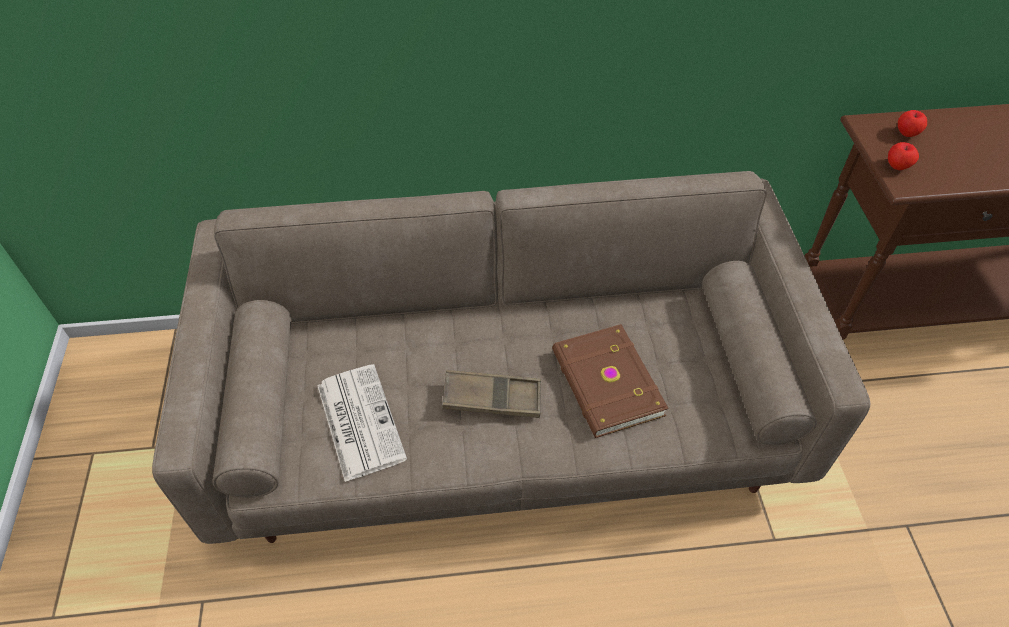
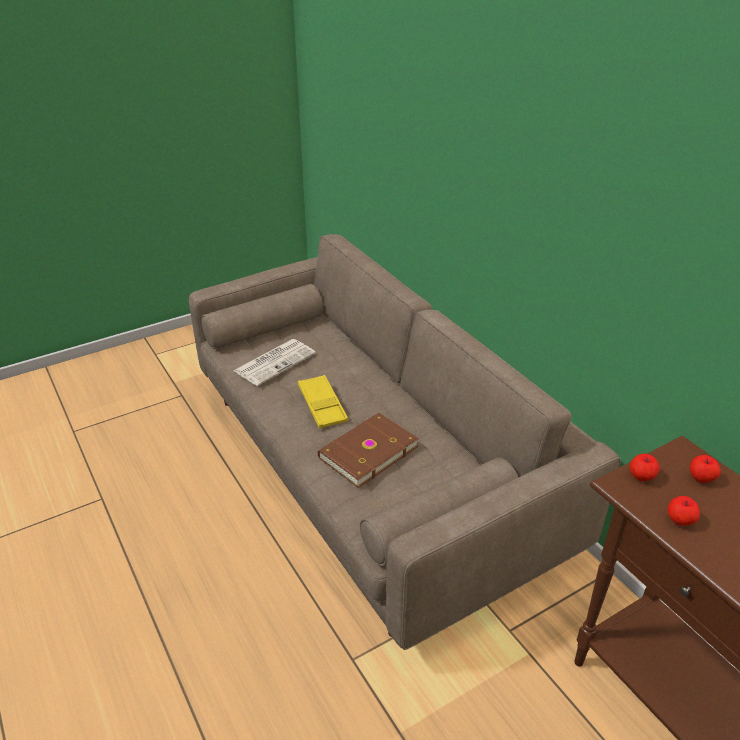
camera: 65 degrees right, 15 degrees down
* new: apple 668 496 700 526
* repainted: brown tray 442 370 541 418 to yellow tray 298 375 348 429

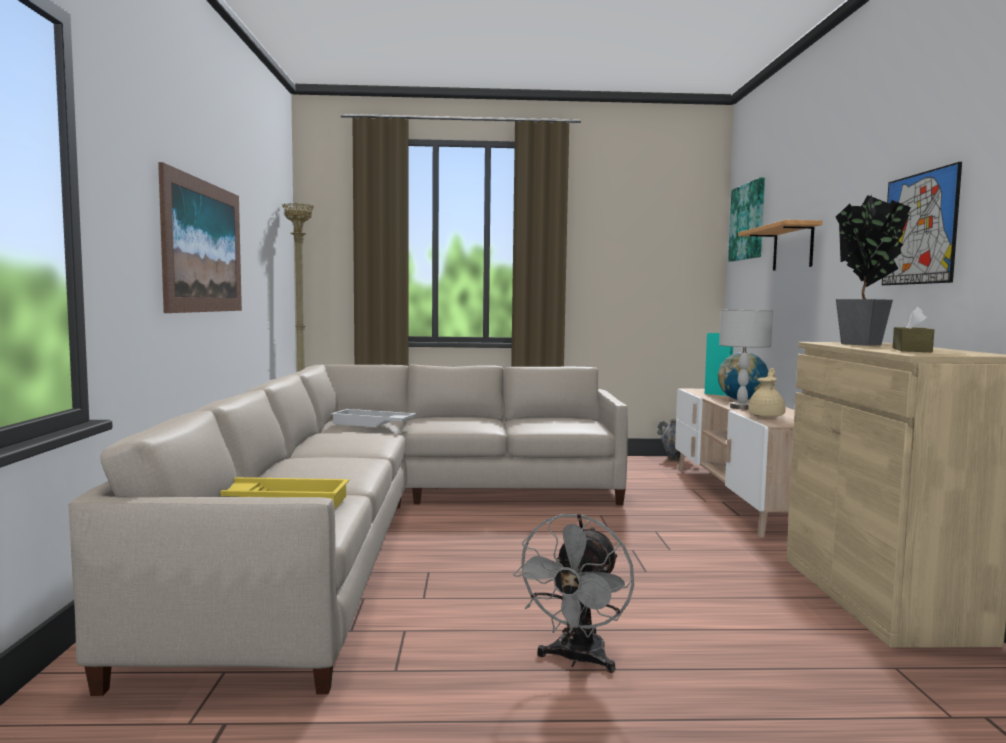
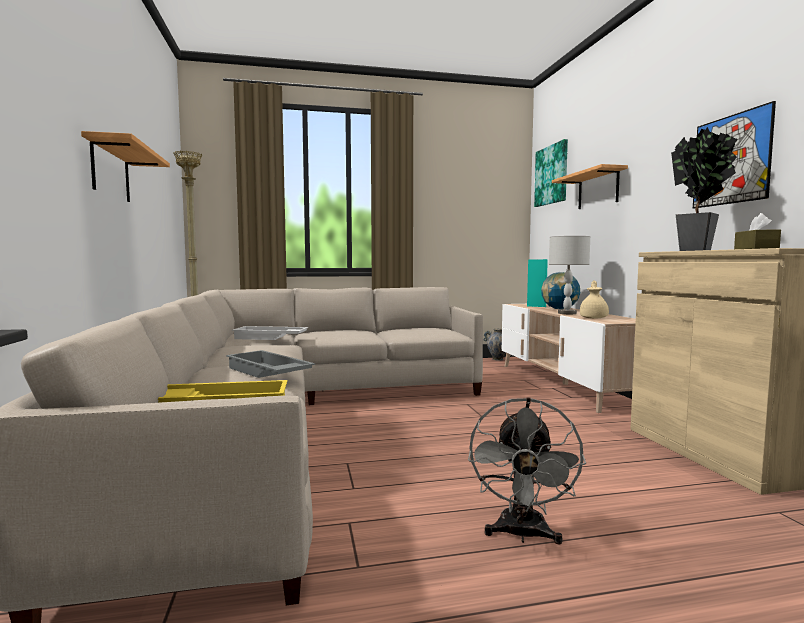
camera: 10 degrees left, 0 degrees up
* new: grey tray 226 350 315 378
* swapped: picture 158 162 242 313 to shelf 81 131 170 202

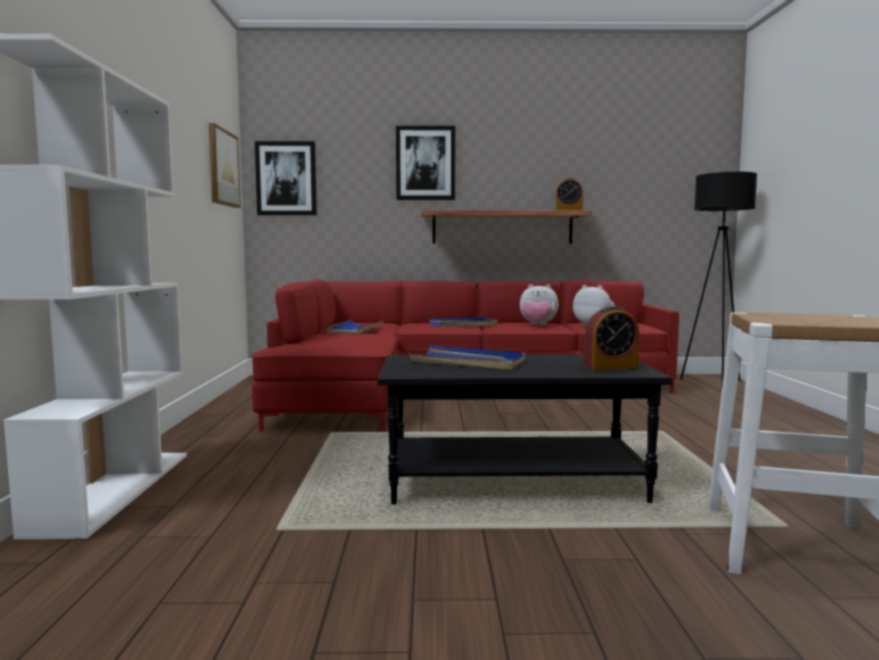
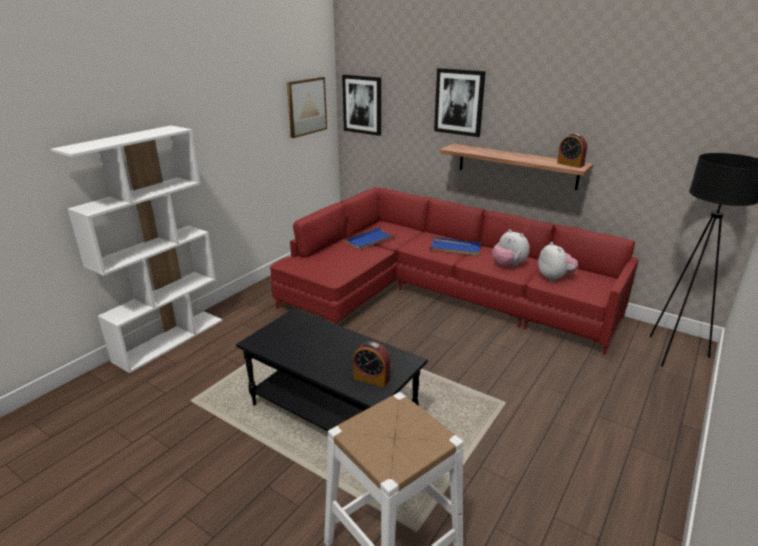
camera: 35 degrees right, 20 degrees up
* gone: blue tray 407 345 525 370

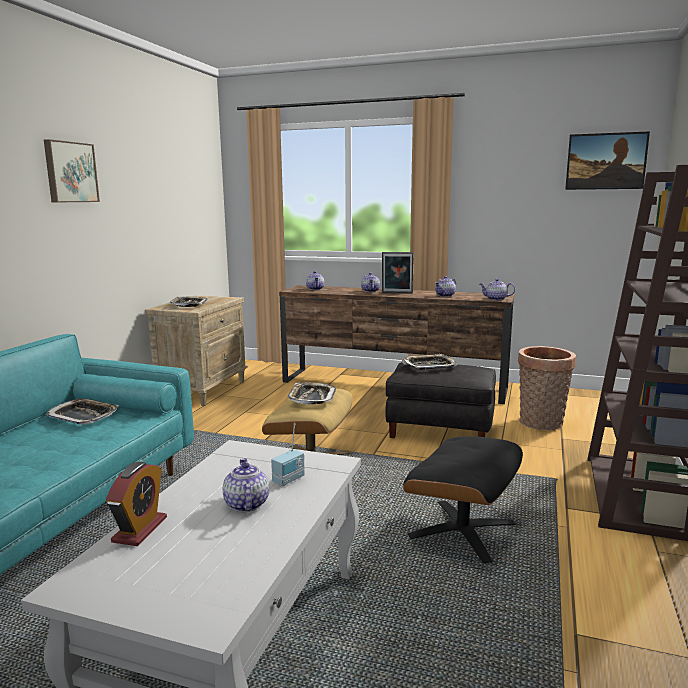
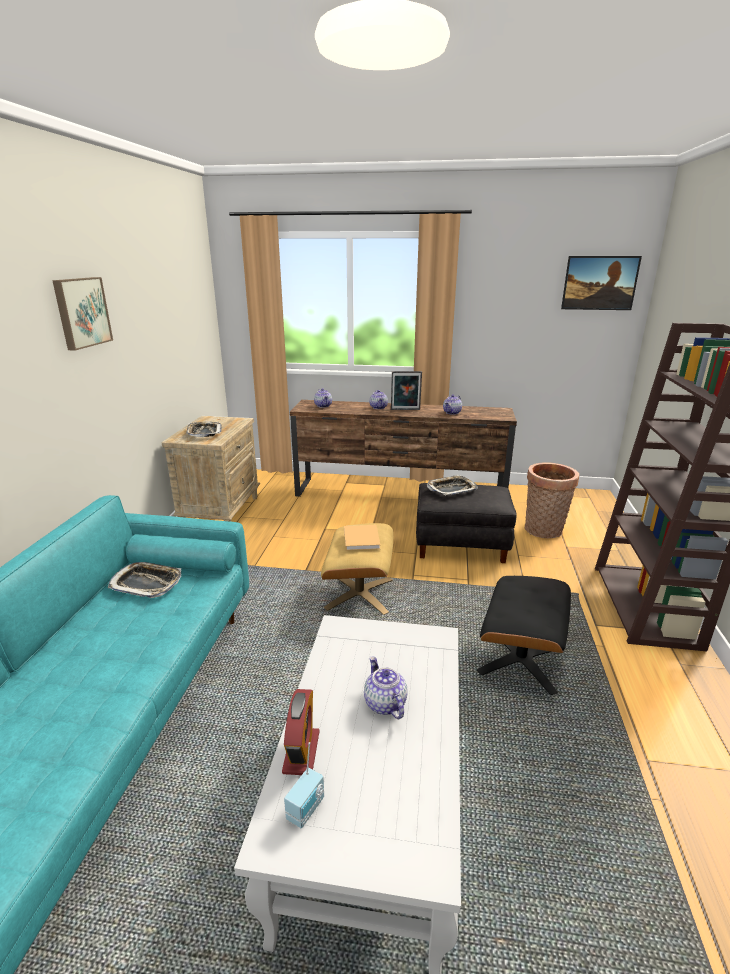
camera: 10 degrees left, 10 degrees up
* gone: teapot 480 279 515 300
* shifted: radio 271 423 305 486 to 284 742 324 829
* swapped: tray 288 383 336 405 to beige book 344 525 380 551

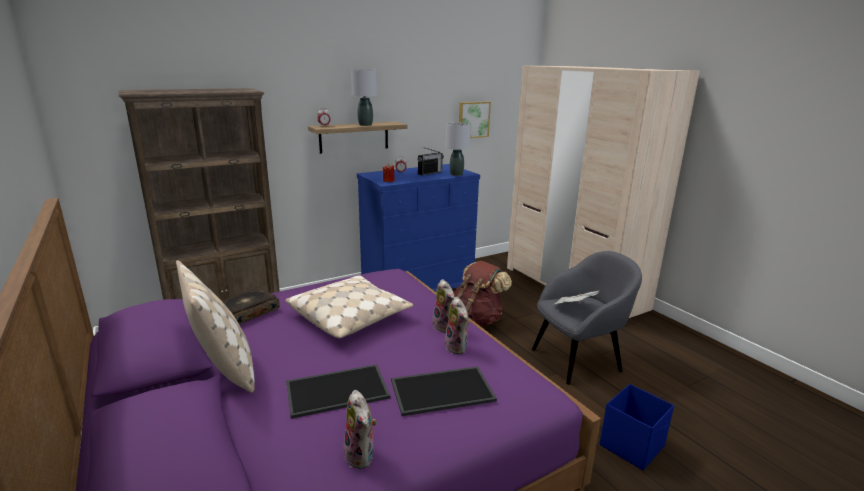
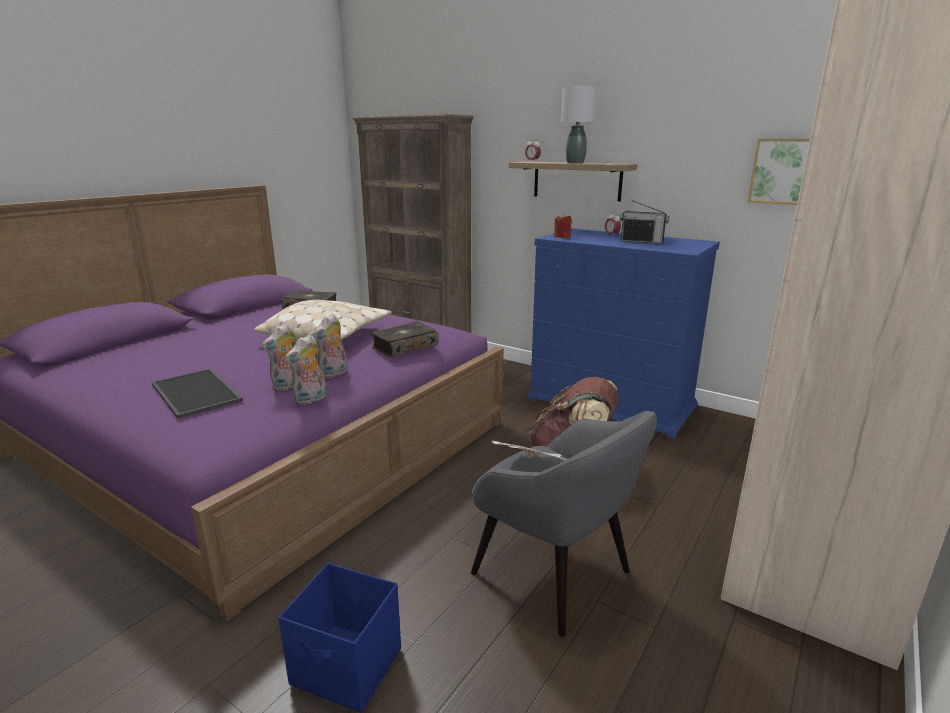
camera: 65 degrees right, 0 degrees up
* gone: beige pillow 176 260 254 393
* gone: tray 286 364 390 419
* gone: grey table lamp 445 123 471 176
* new: book 371 321 439 357
* shifted: plush toy 344 390 377 469 to 285 334 327 405

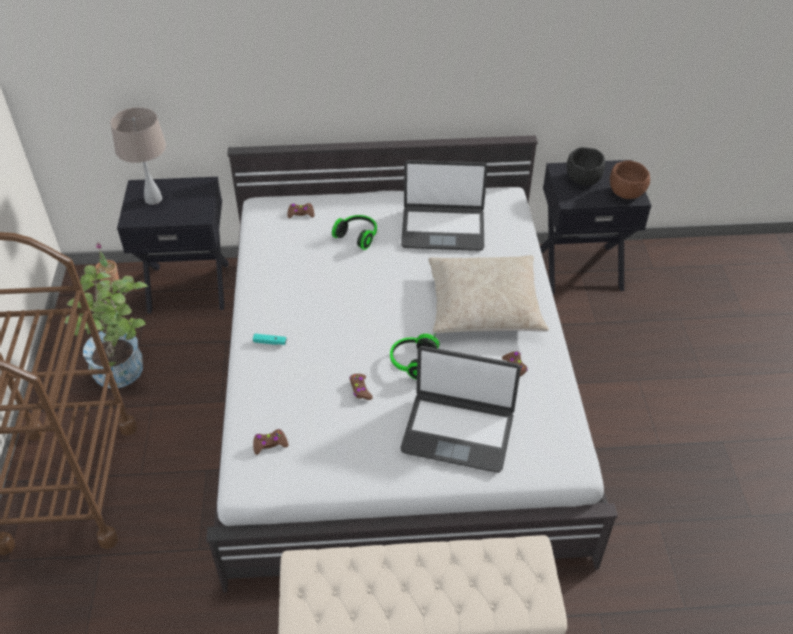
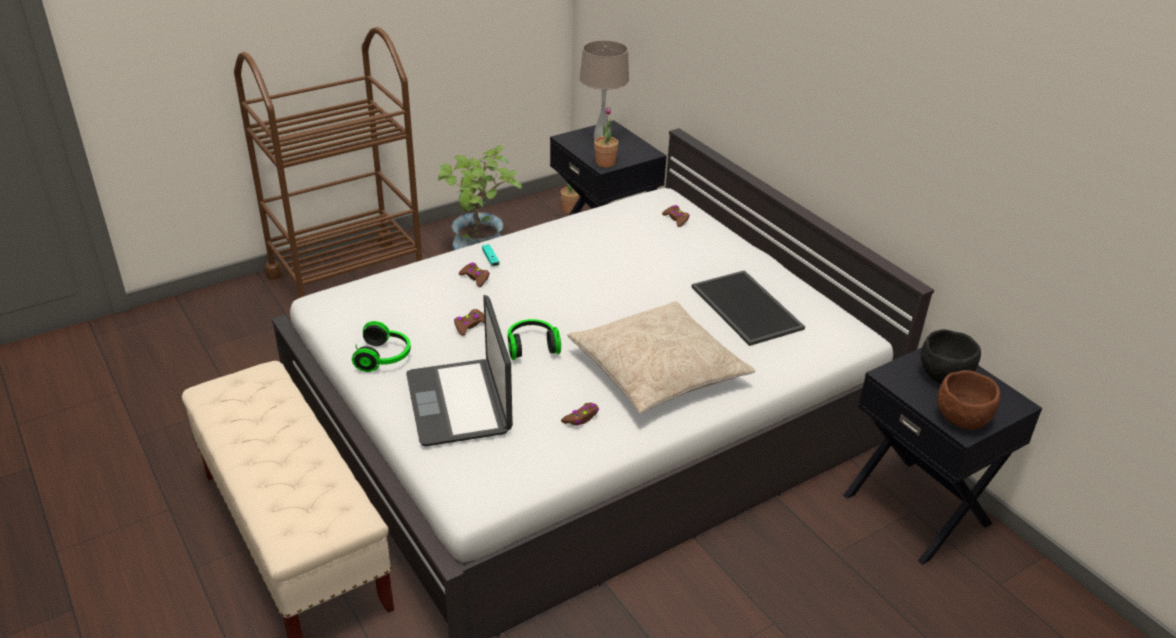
camera: 60 degrees right, 10 degrees down
* new: potted plant 594 107 618 168
* shifted: brown game controller 253 429 288 455 to 459 263 490 287
* shifted: headphones 332 215 377 250 to 352 321 411 372
* swapped: laptop 401 160 488 251 to tray 692 270 805 346

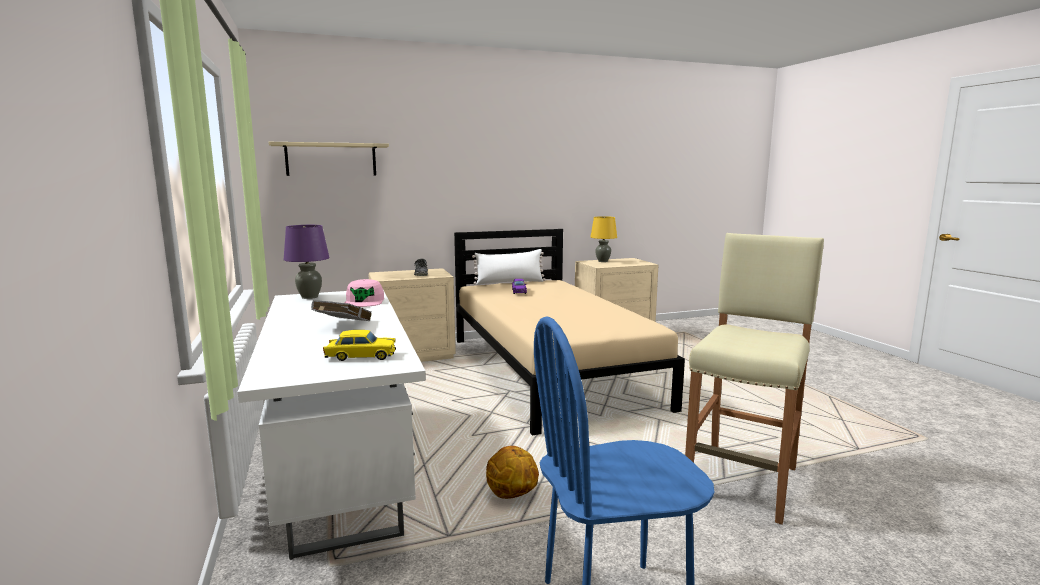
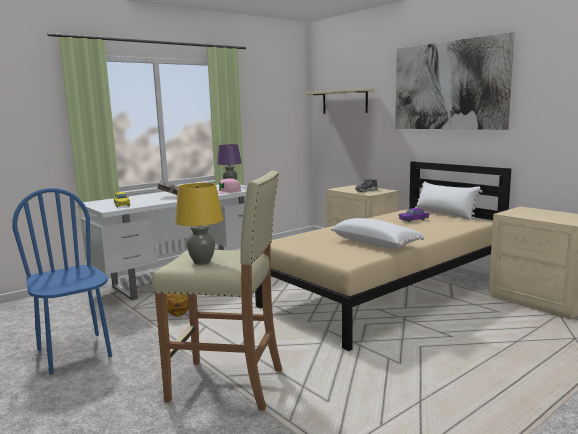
camera: 70 degrees right, 0 degrees up
* new: white pillow 331 218 425 249
* new: picture 395 32 515 130
* shifted: yellow table lamp 590 216 617 262 to 175 183 223 265

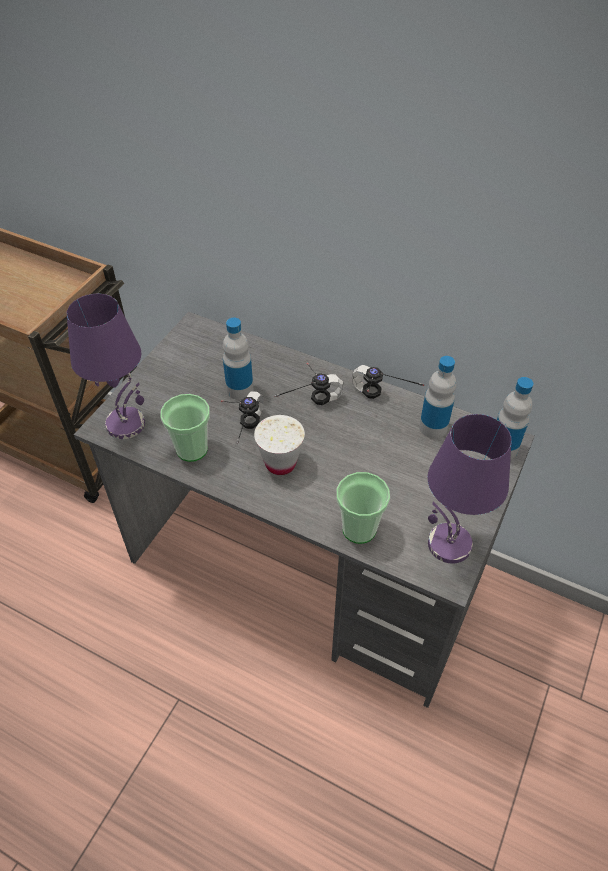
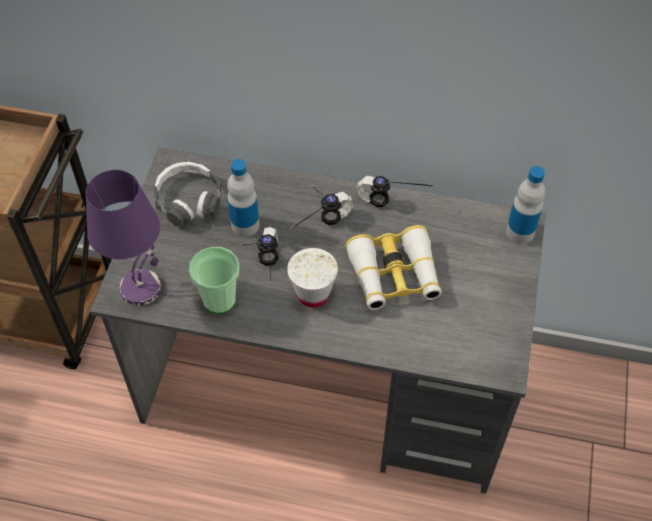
camera: 15 degrees left, 5 degrees up
* gone: cup 336 472 390 544
* gone: bottle 419 356 456 439
* gone: purple table lamp 428 414 512 564
* new: headphones 153 161 221 226
* new: binoculars 345 225 442 310

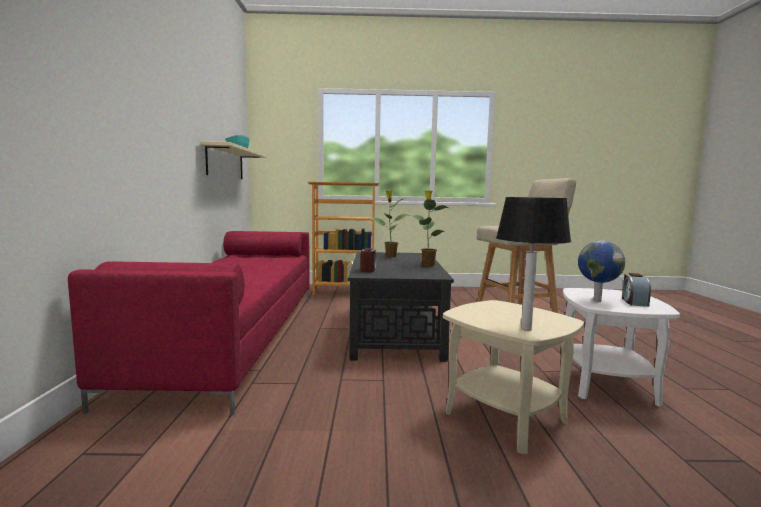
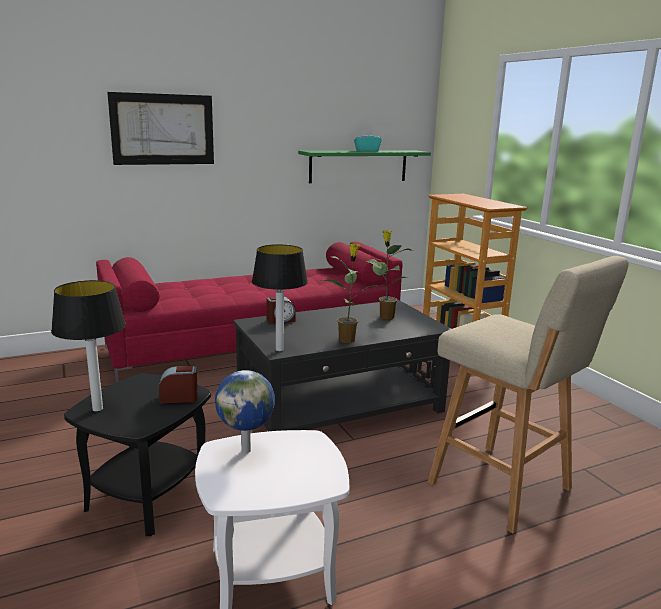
camera: 65 degrees right, 10 degrees up
* new: picture 107 92 214 165
* new: table lamp 252 244 308 352
* shifted: alarm clock 622 273 651 307 to 159 366 198 404
* repainted: beige shelf 200 141 267 179 to green shelf 298 150 431 183
* repainted: beige side table 443 300 584 454 to black side table 64 373 211 536

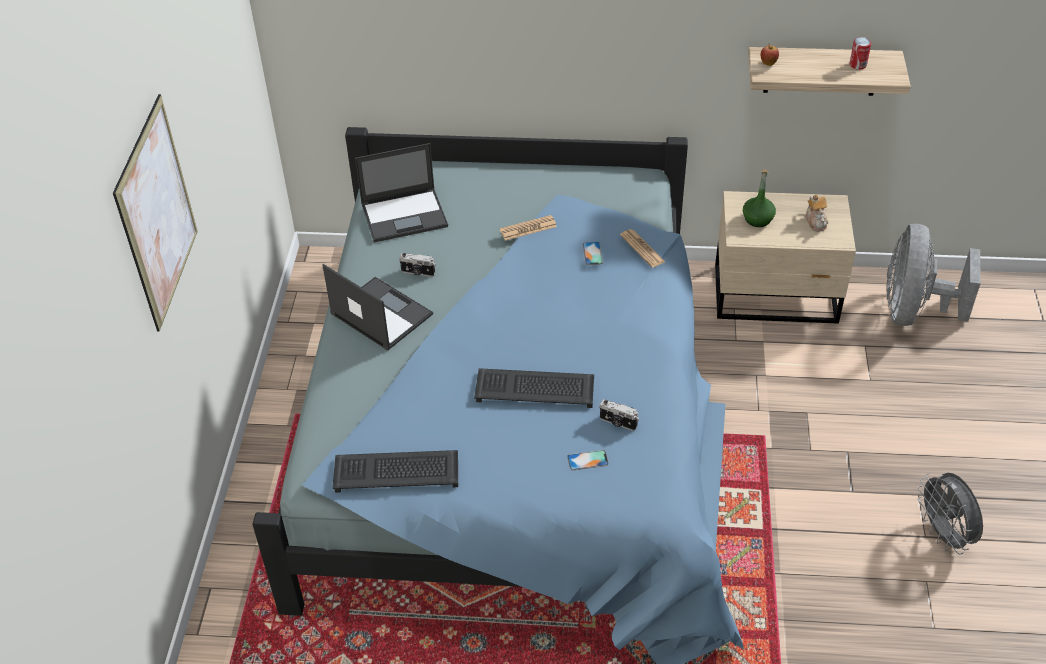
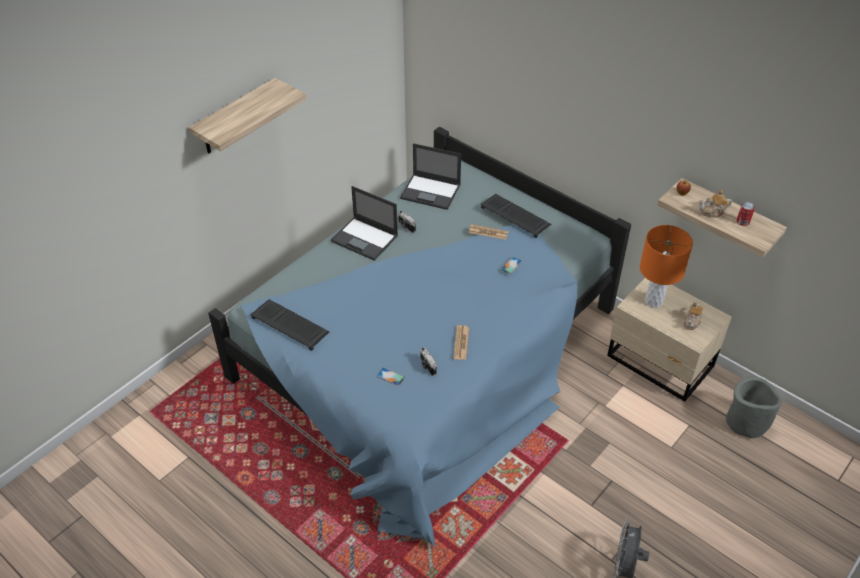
camera: 35 degrees right, 0 degrees up
* new: teapot 699 190 732 218
* shifted: keyboard 474 368 594 408 to 480 194 551 238
* shifted: newspaper 620 229 665 268 to 453 325 469 360
* swapped: picture 113 94 198 331 to shelf 189 78 306 154
* swapped: green bottle 743 169 776 227 to orange table lamp 640 225 693 308
* swapped: grey fan 886 224 981 326 to grey planter 726 376 782 438
* rotated: laptop 322 264 433 351 = 331 186 398 261 135 degrees clockwise

